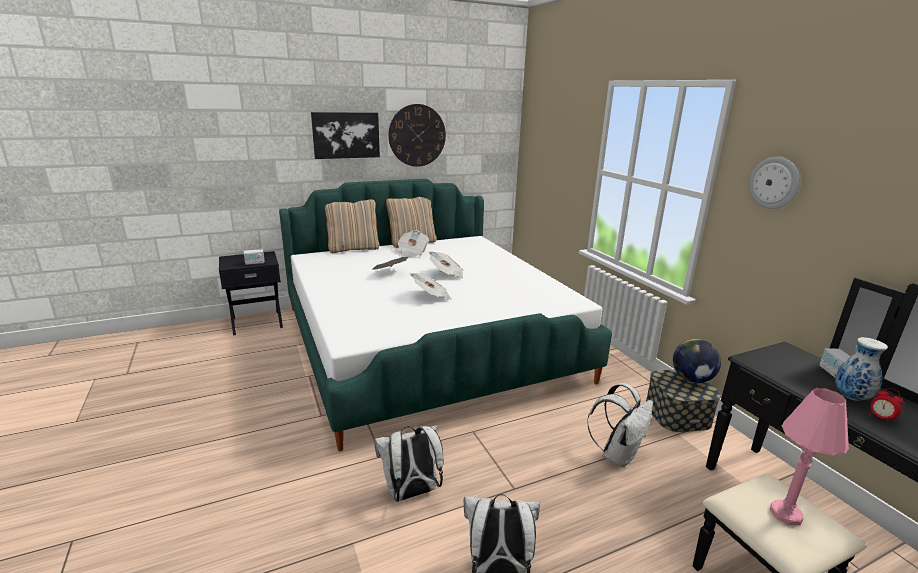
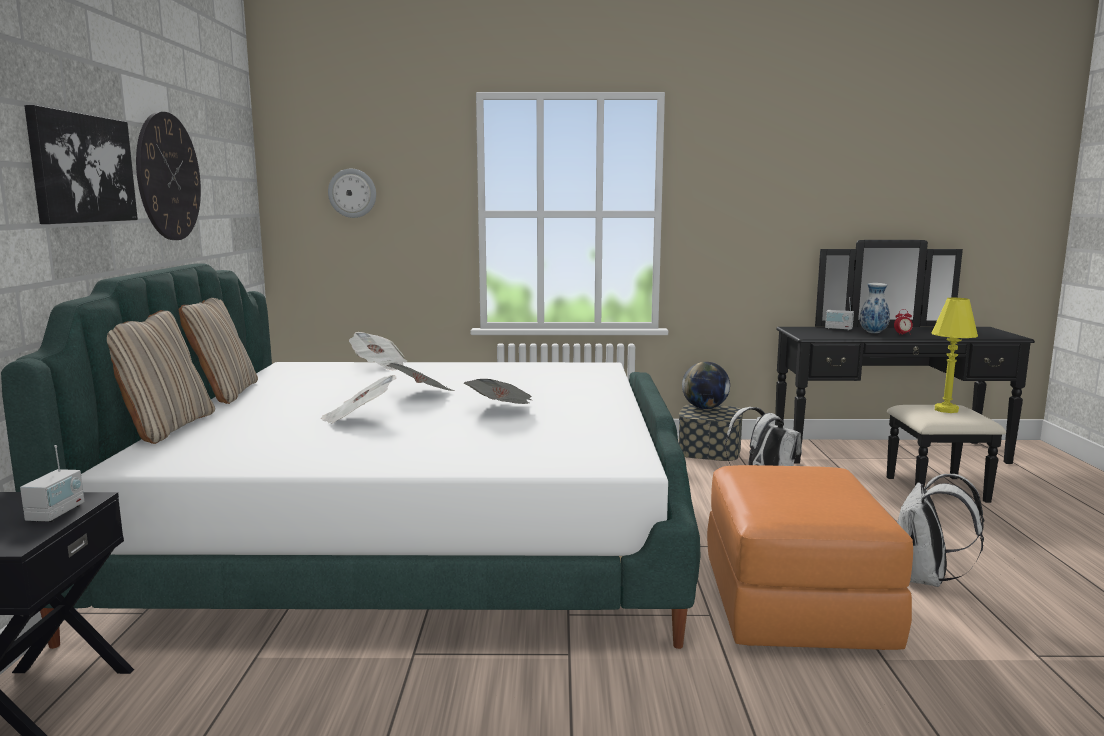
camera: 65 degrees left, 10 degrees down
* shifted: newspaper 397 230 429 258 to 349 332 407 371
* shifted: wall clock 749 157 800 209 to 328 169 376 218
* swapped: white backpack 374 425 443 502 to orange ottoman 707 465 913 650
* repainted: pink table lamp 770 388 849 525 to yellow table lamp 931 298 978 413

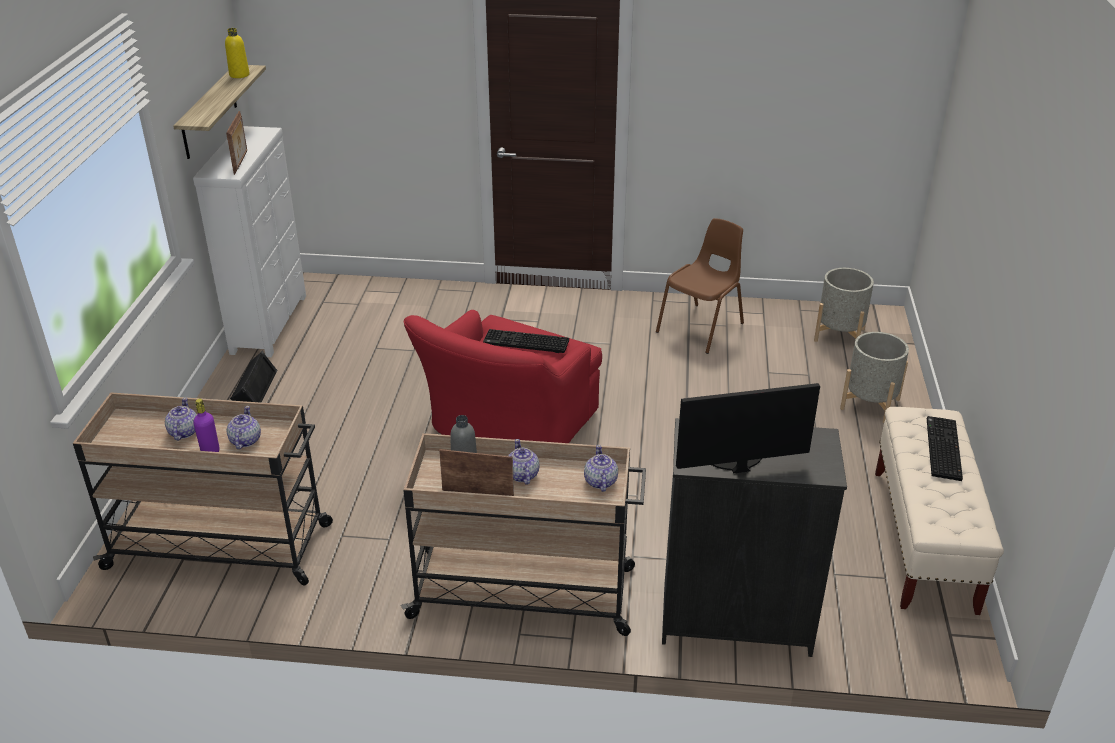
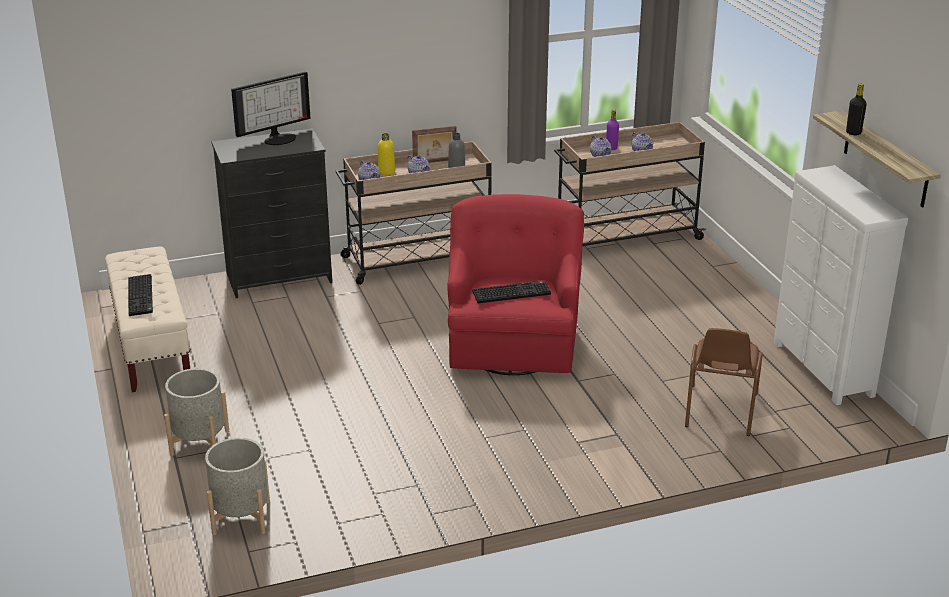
camera: 155 degrees right, 5 degrees down
* gone: picture frame 226 111 247 175
* gone: black speaker 230 351 278 403
* new: black bottle 846 84 867 135
* shifted: yellow bottle 225 28 250 78 to 378 133 395 175
* shifted: brown chair 656 218 744 354 to 685 328 763 436

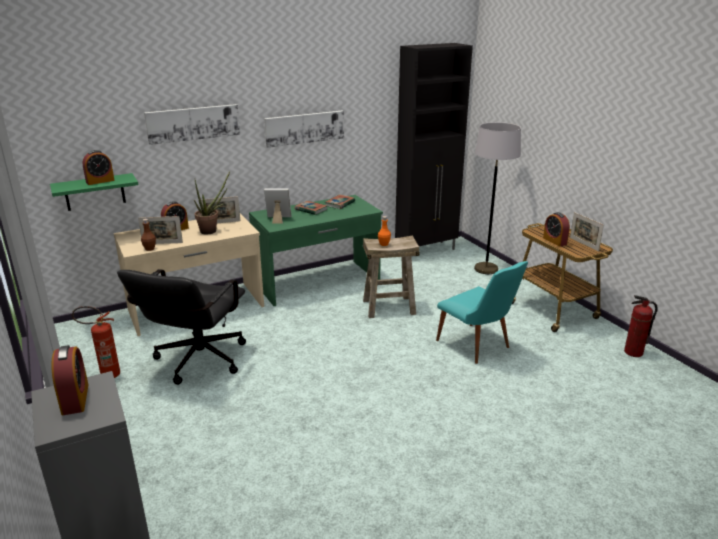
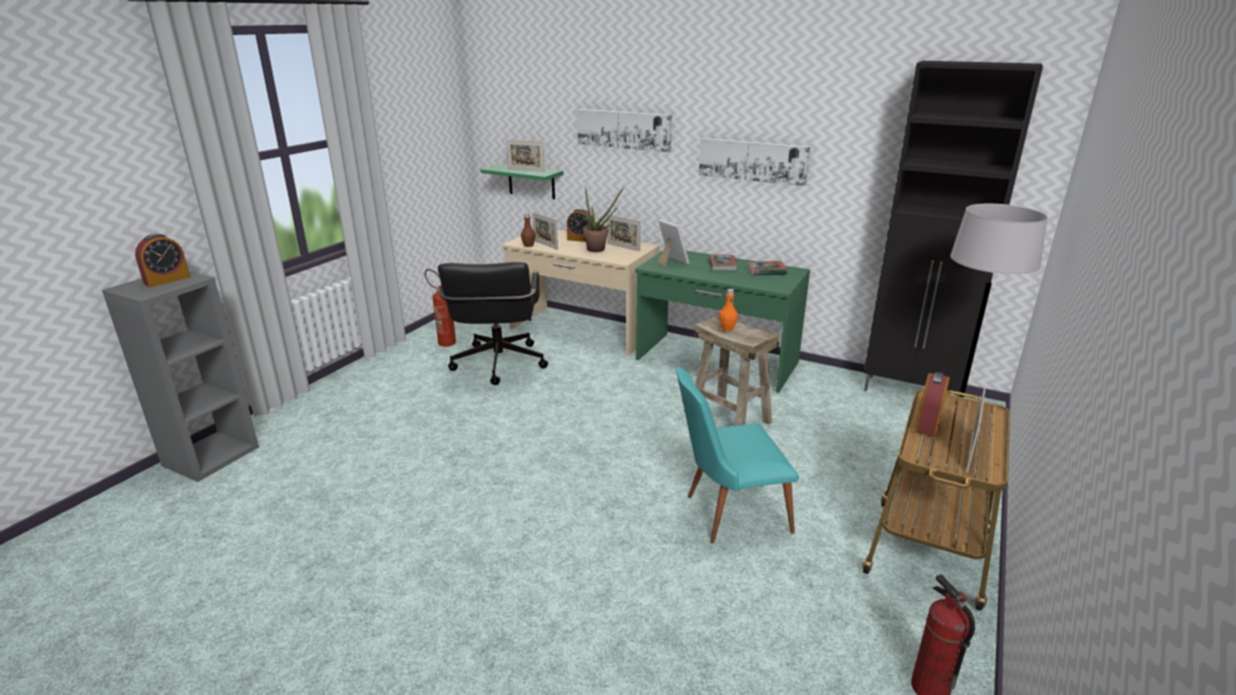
camera: 55 degrees right, 0 degrees up
* swapped: alarm clock 82 150 115 185 to picture frame 506 140 545 172
* rotated: black office chair 117 269 246 385 = 438 262 548 385 75 degrees counterclockwise
* rotated: turquoise chair 436 261 528 364 = 676 367 799 544 60 degrees clockwise

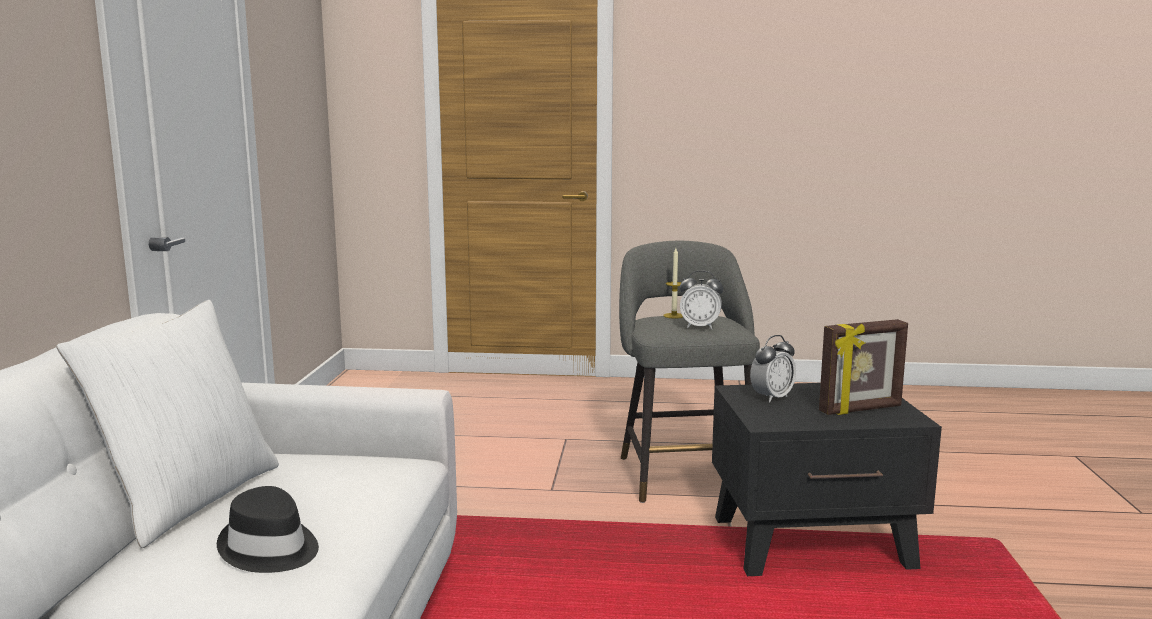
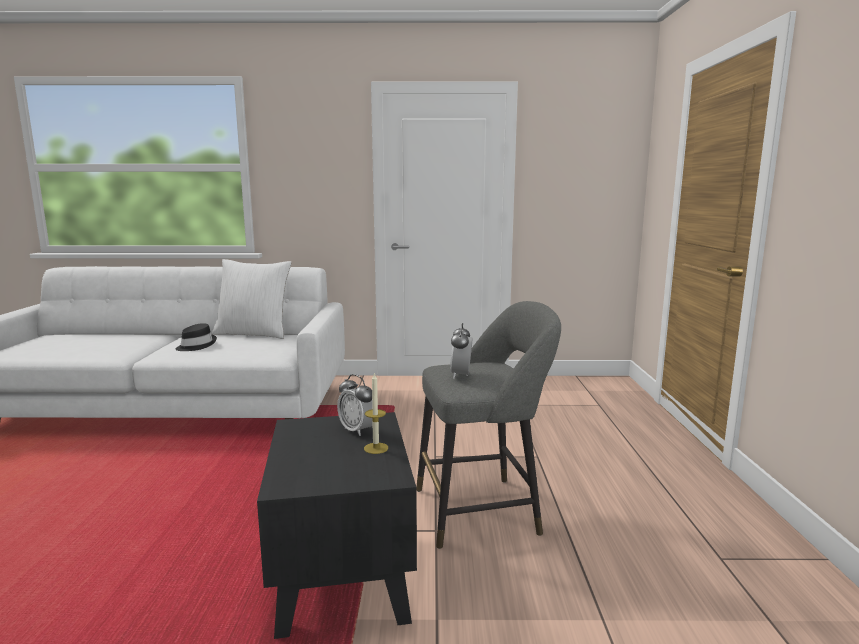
camera: 85 degrees right, 0 degrees up
* gone: picture frame 819 319 908 415
* shifted: candle 663 248 683 318 to 364 373 388 454

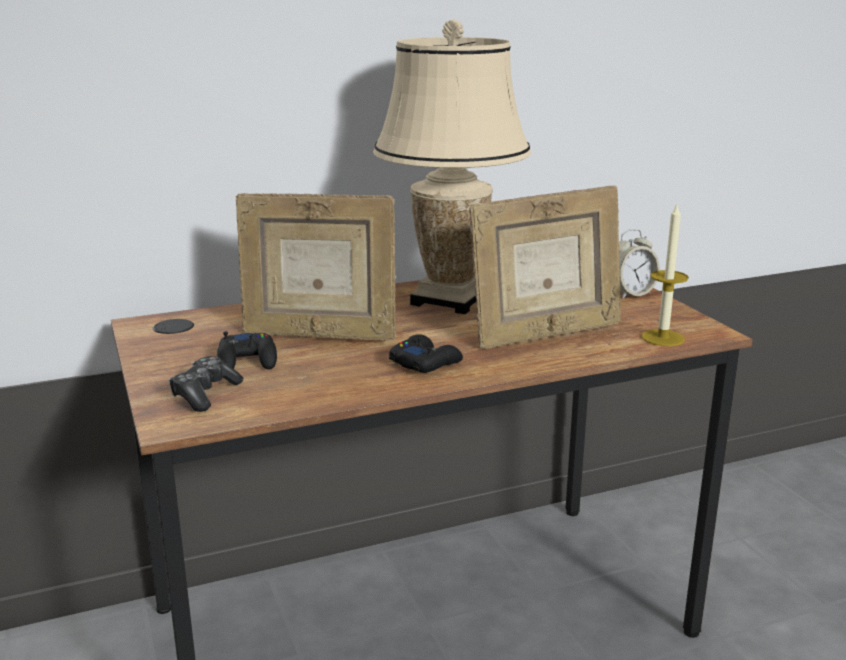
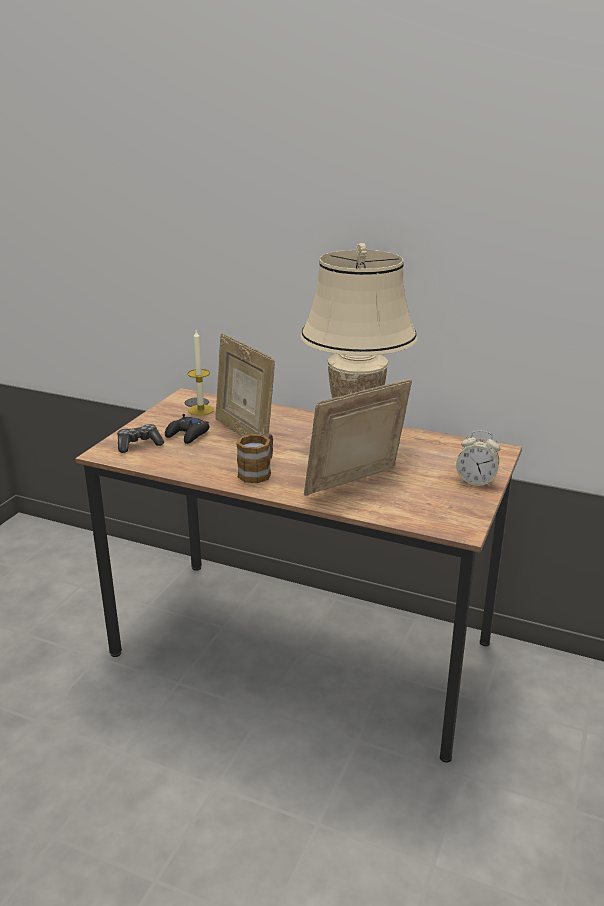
camera: 45 degrees right, 5 degrees up
* shifted: candle 641 205 689 346 to 187 331 214 416
* swapped: black game controller 389 334 463 373 to mug 236 434 273 483
* rotated: picture frame 469 186 621 349 = 304 379 412 496 120 degrees clockwise

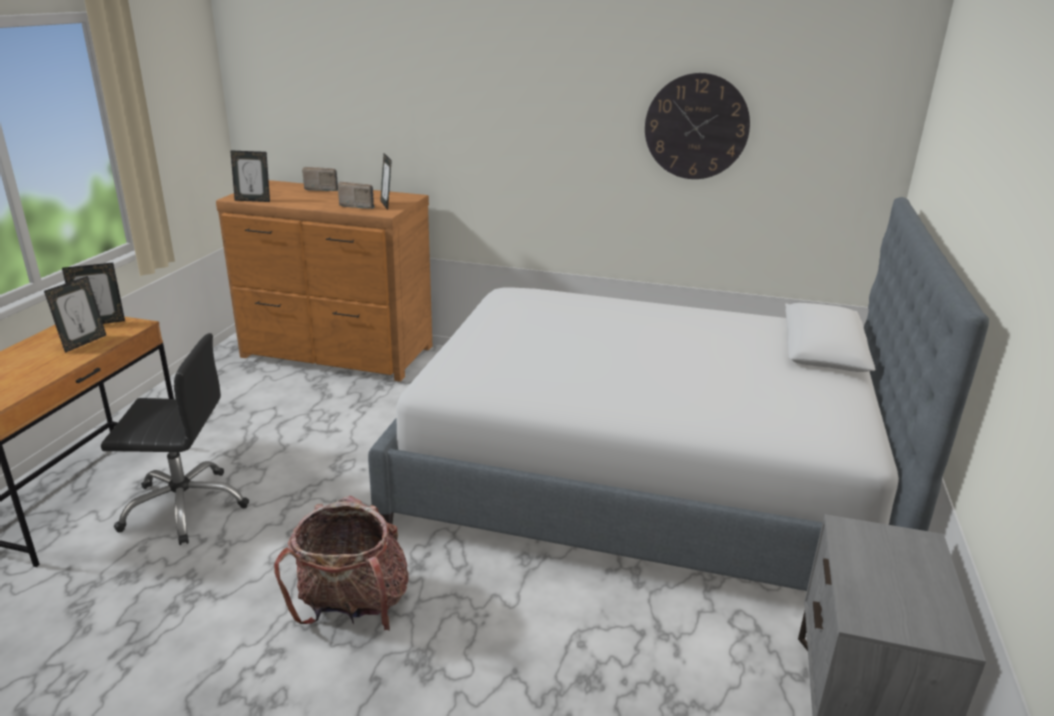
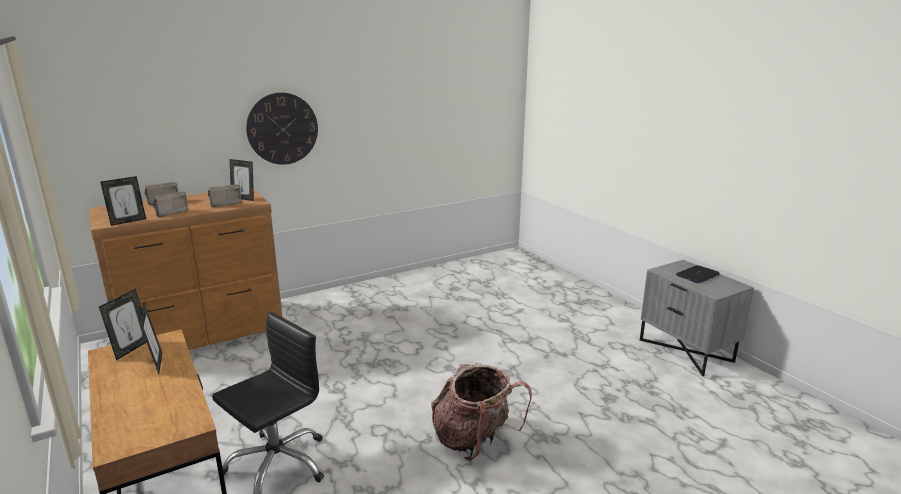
camera: 45 degrees left, 5 degrees down
* gone: bed 368 197 989 591
* new: radio 153 191 189 217
* new: laptop 676 265 720 283
* shifted: wall clock 645 73 750 179 to 246 92 318 165

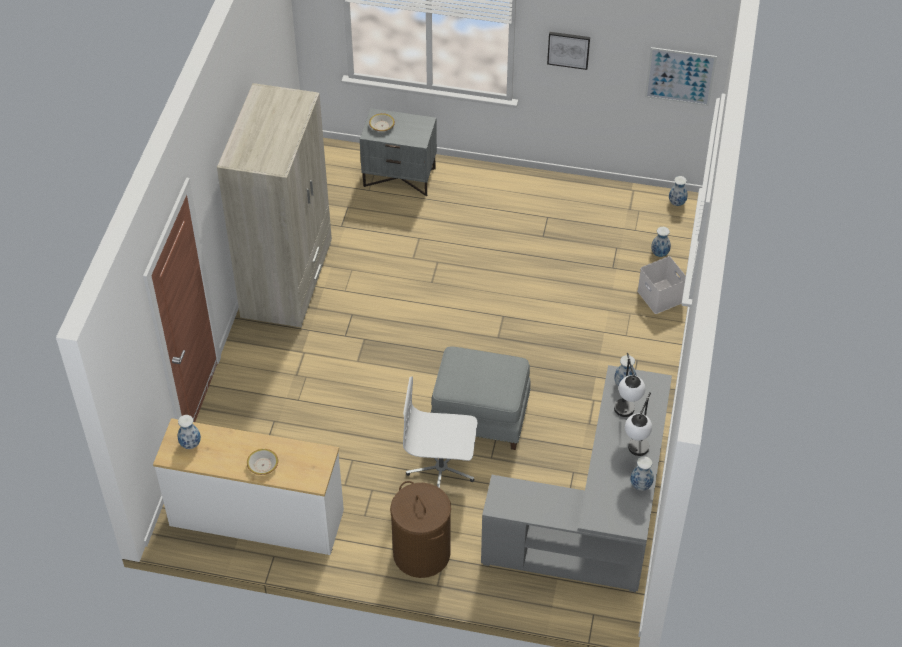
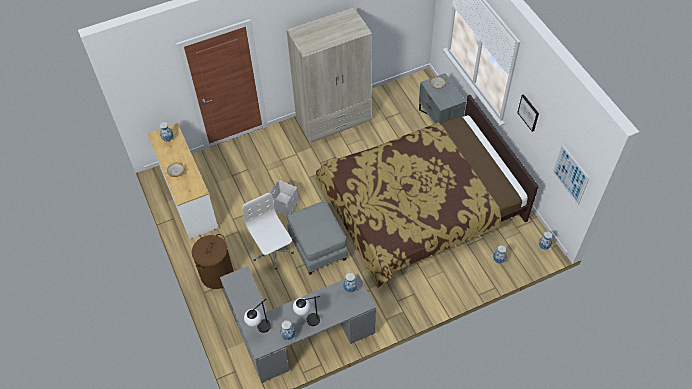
camera: 55 degrees right, 5 degrees up
* new: bed 316 95 539 288
* shifted: table lamp 614 353 645 417 to 244 299 271 333
* shifted: white storage box 637 256 686 314 to 270 180 299 216

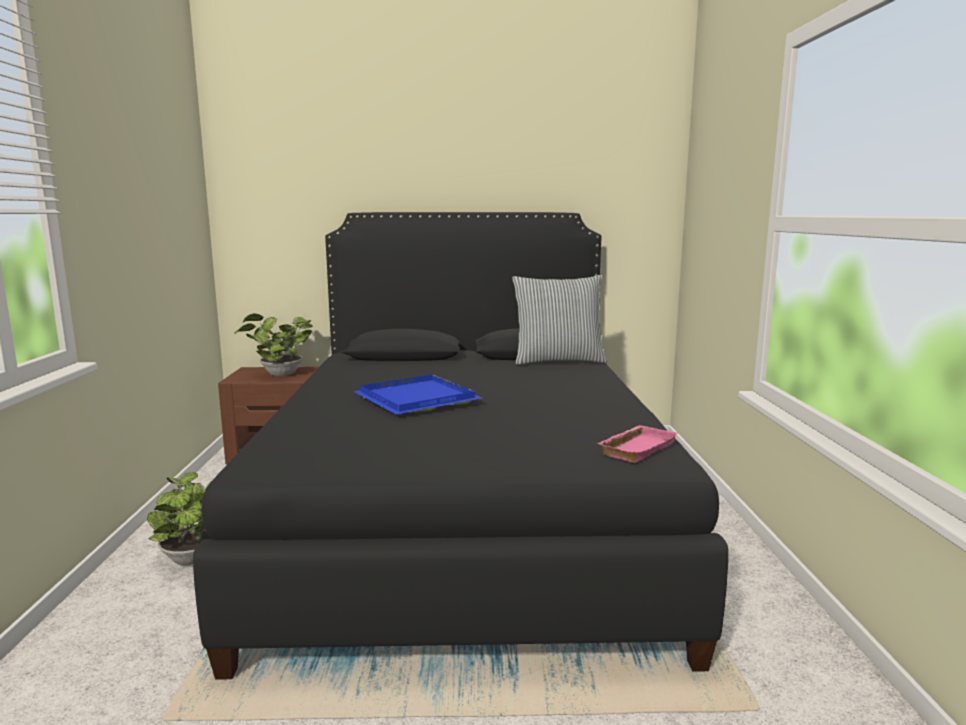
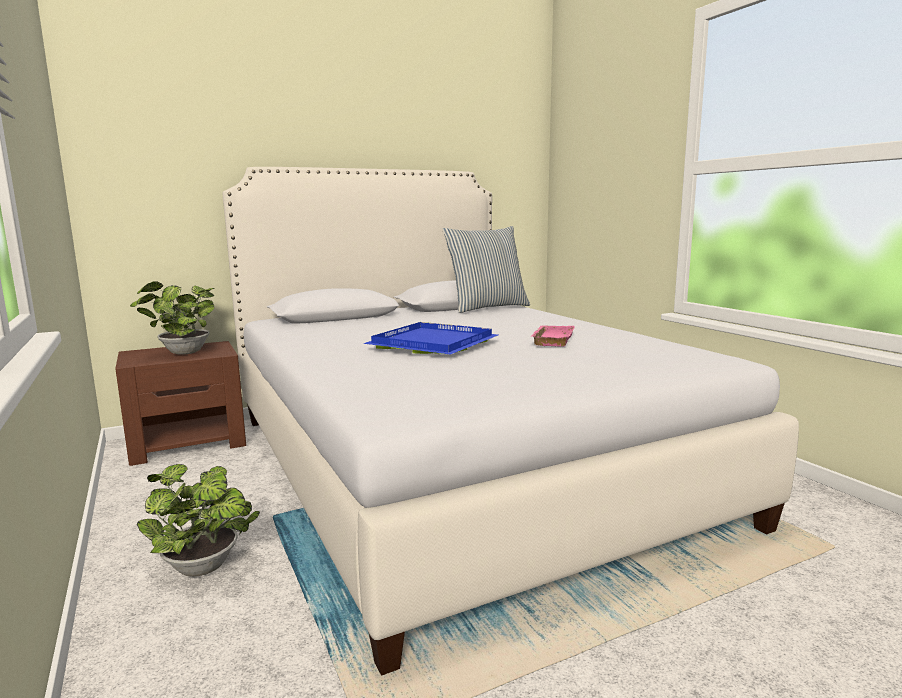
camera: 25 degrees left, 0 degrees up
* shifted: pink tray 596 425 678 463 to 532 326 575 347
* repainted: black bed 193 212 728 680 to white bed 222 167 799 676

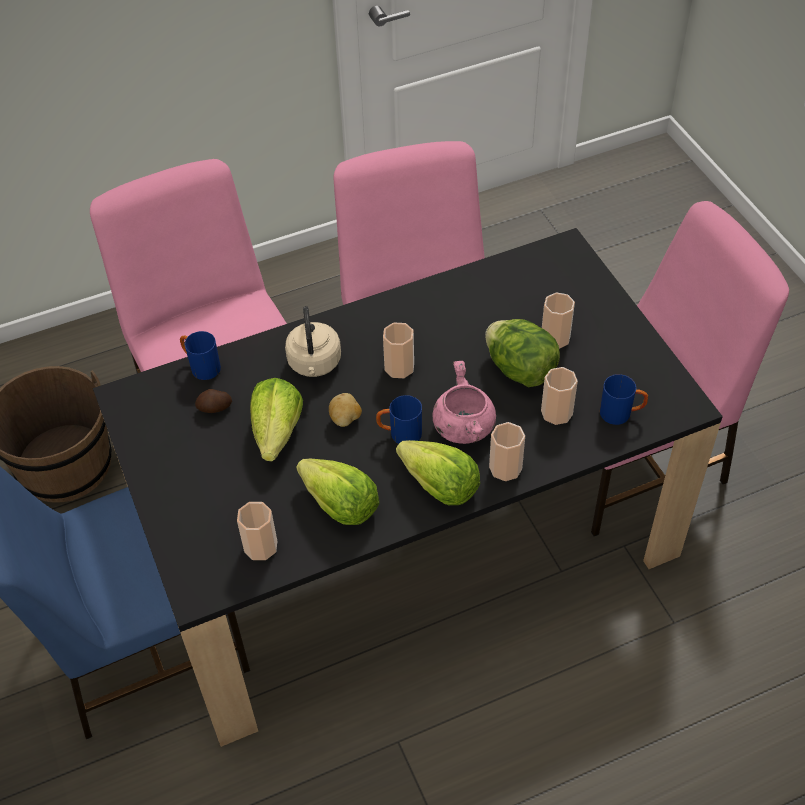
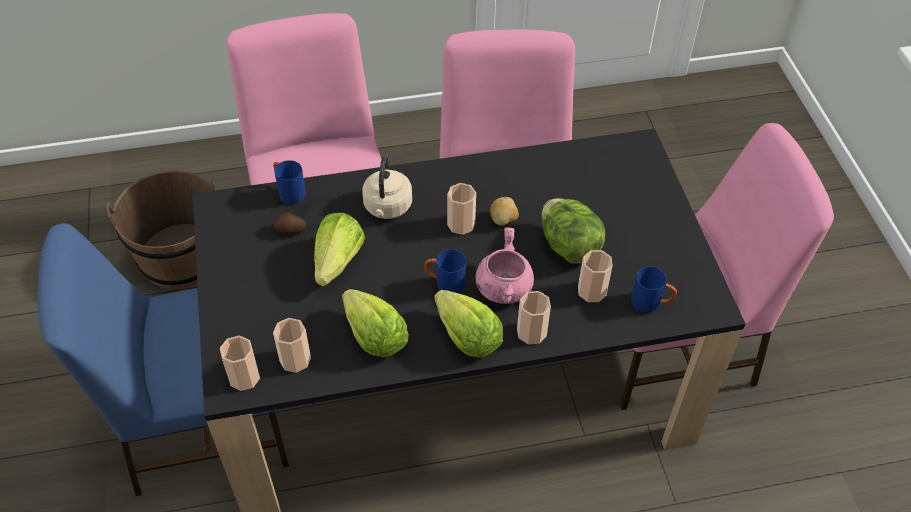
camera: 10 degrees right, 0 degrees up
* shifted: potato 329 393 362 427 to 490 197 519 226
* shifted: cup 542 292 575 349 to 220 336 260 391

